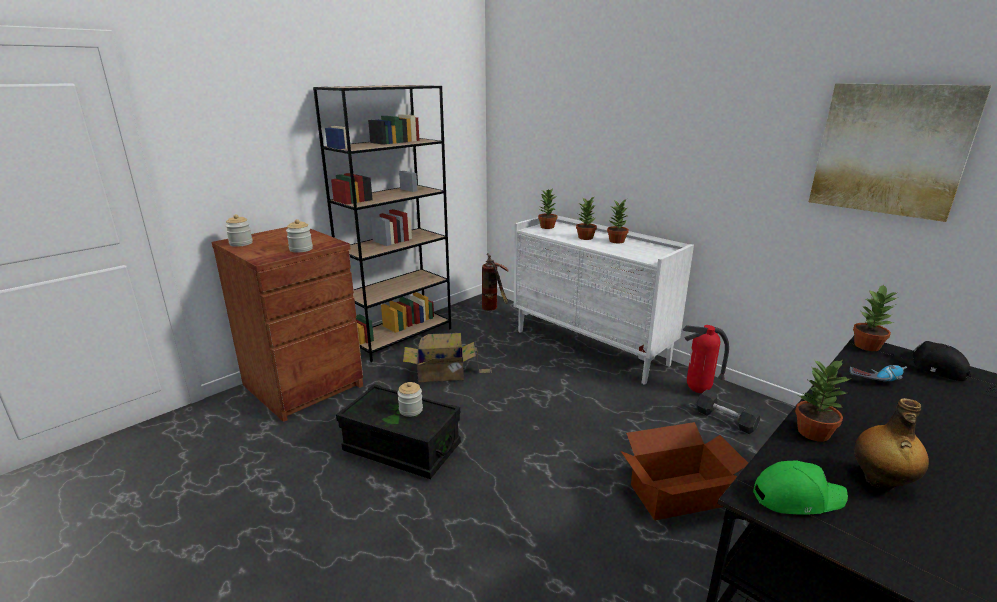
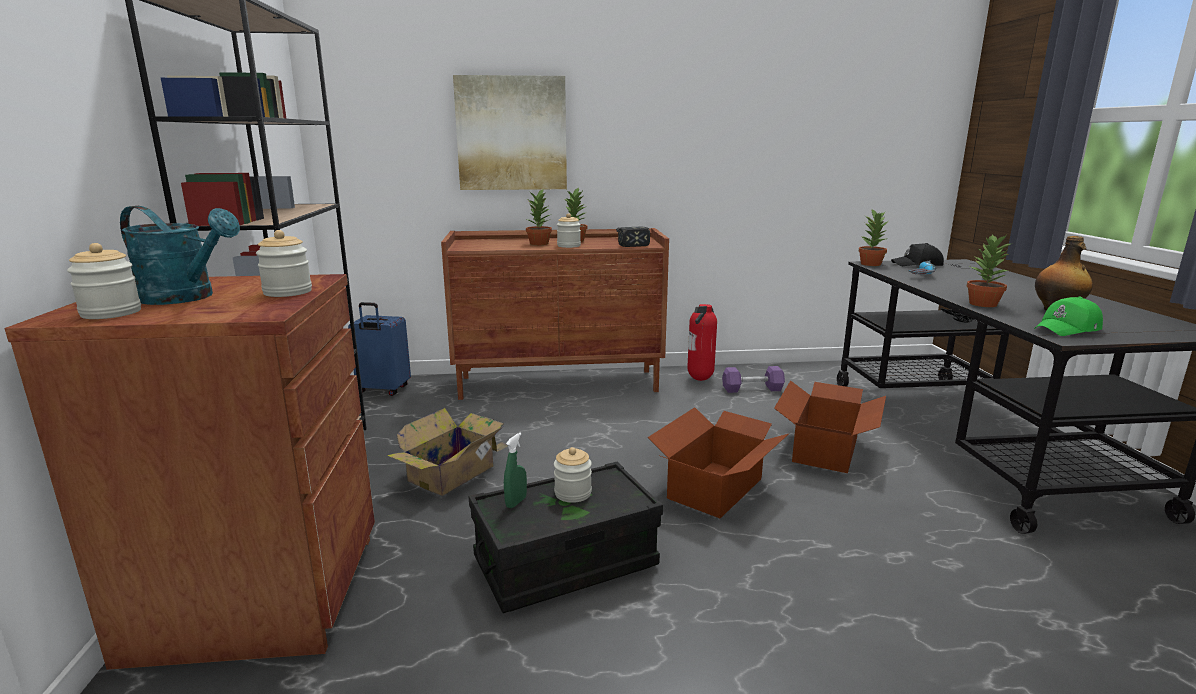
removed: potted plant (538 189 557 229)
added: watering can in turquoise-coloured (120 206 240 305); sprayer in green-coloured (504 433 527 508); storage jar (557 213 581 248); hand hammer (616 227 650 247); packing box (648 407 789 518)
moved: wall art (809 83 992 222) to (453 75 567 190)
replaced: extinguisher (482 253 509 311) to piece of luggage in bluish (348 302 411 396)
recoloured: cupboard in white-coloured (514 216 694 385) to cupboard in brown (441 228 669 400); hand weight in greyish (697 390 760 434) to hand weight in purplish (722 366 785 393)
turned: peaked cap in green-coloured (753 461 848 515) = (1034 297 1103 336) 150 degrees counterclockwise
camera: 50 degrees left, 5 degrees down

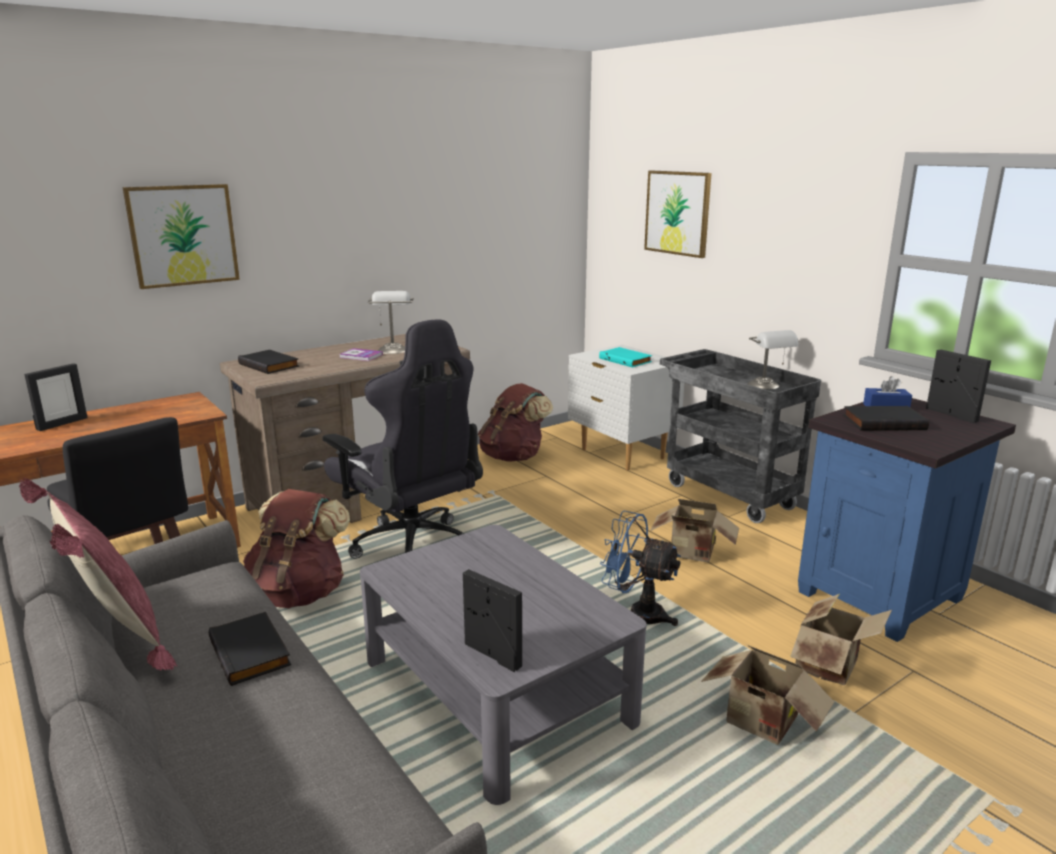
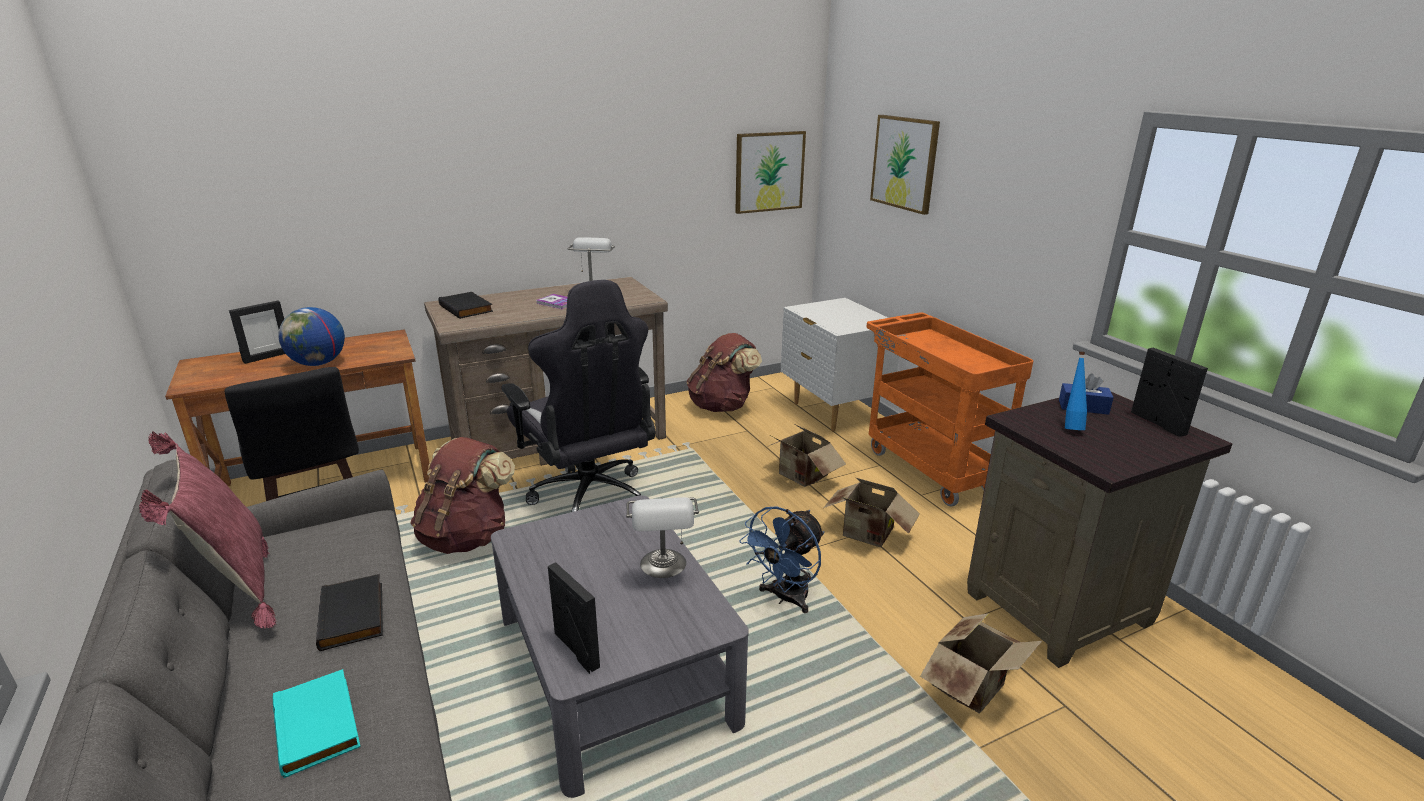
added: desk globe (278 307 345 366)
moved: wall art (123 184 240 289) to (735 131 806 214); bound book in turquoise-coloured (599 347 652 368) to (273 669 361 778); packing box (701 645 834 745) to (767 424 846 487); tabletop lamp in white-coloured (748 330 798 389) to (626 497 699 578)
replaced: bound book in black (843 406 929 431) to beverage bottle in bluish (1065 352 1087 430)
recoloured: cart in black (660 349 821 523) to cart in orangey (866 312 1033 506); cupboard in bluish (798 398 1016 642) to cupboard in beige (967 392 1232 668)
turned: electric fan in bluish (600 511 681 626) = (739 506 824 613) 90 degrees counterclockwise
camera: 10 degrees right, 5 degrees up

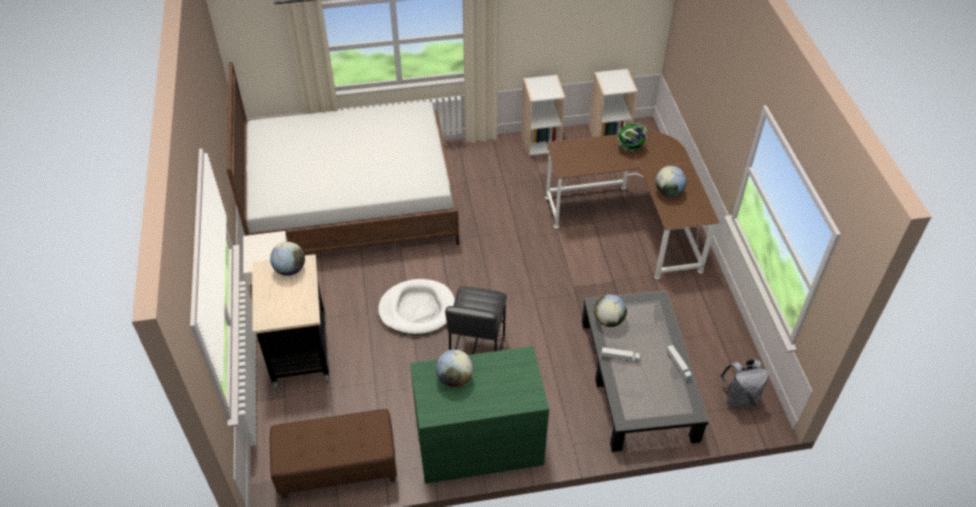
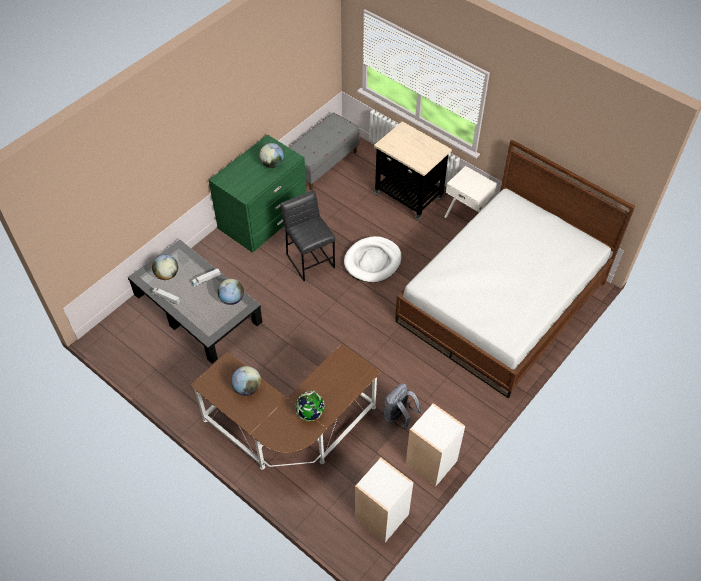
moved: desk globe (270 242 305 276) to (152 255 178 280); rucksack in greyish (720 359 768 409) to (384 384 422 430)
recoloured: long seat in brown (270 409 397 499) to long seat in greyish (289 112 360 190)
camera: 140 degrees right, 5 degrees up

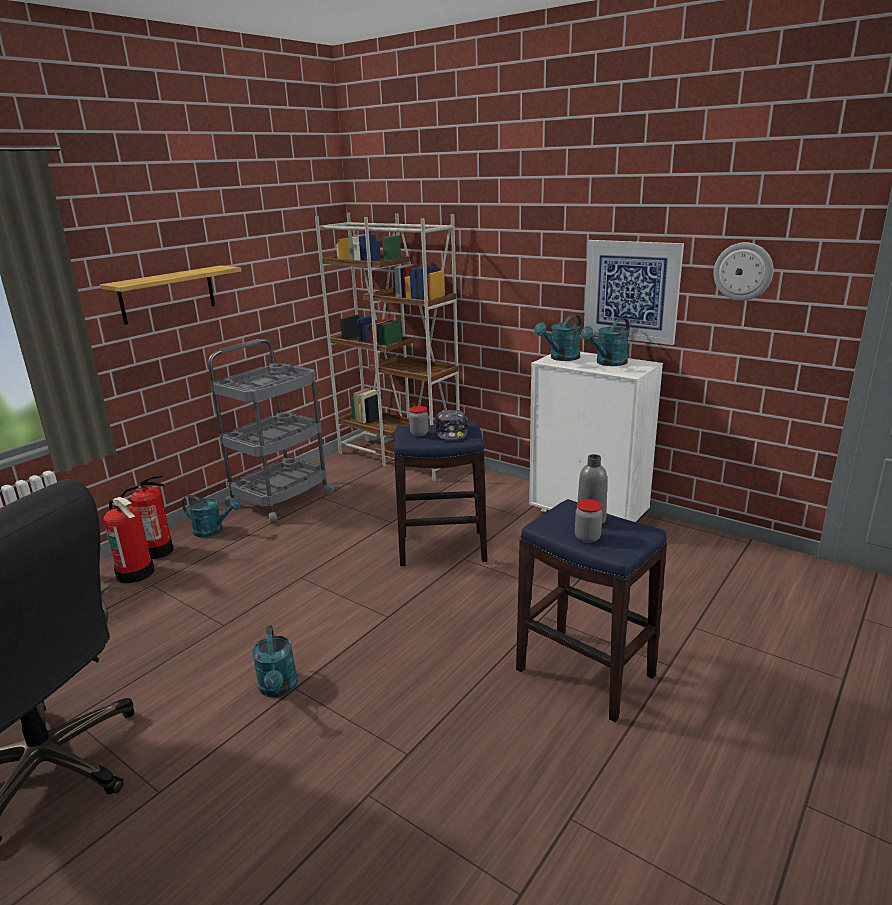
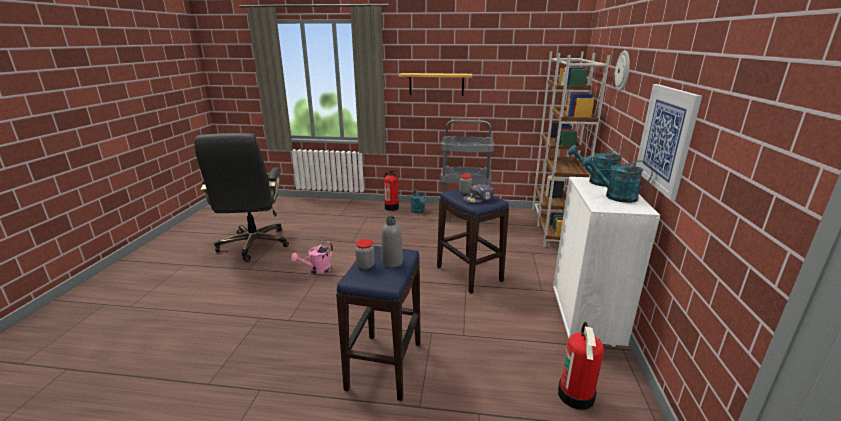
moved: extinguisher (104 497 155 583) to (558 322 604 410); clock on the wall (713 242 774 301) to (615 50 630 91)
recoloured: watering can in turquoise-coloured (252 625 298 697) to watering can in pink-coloured (291 241 333 274)
camera: 60 degrees right, 0 degrees up

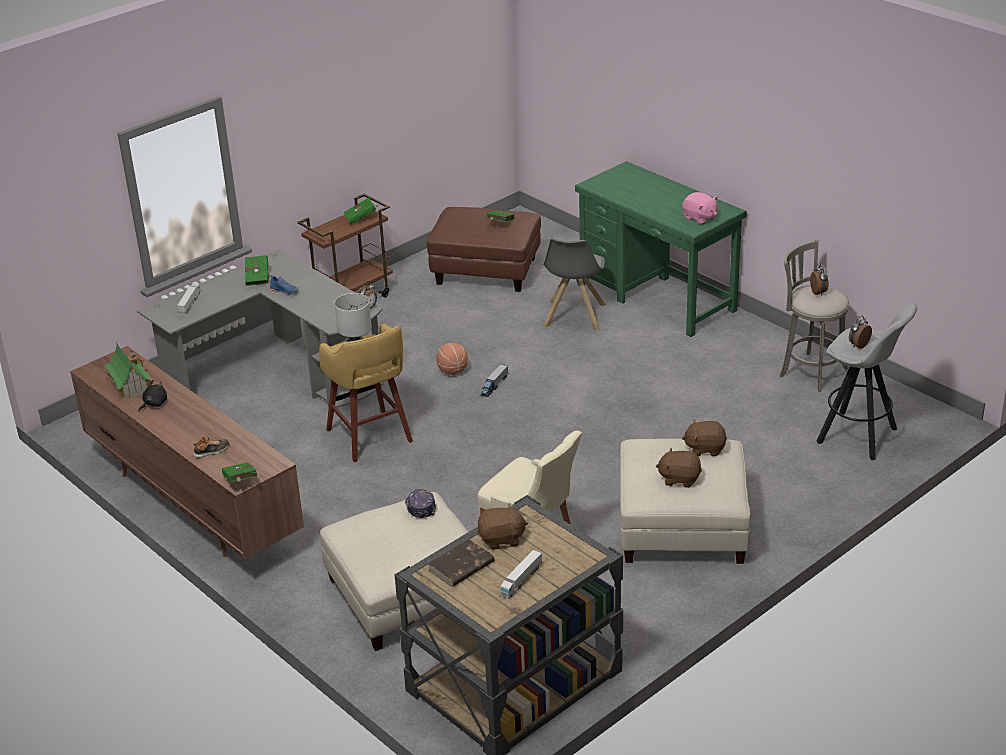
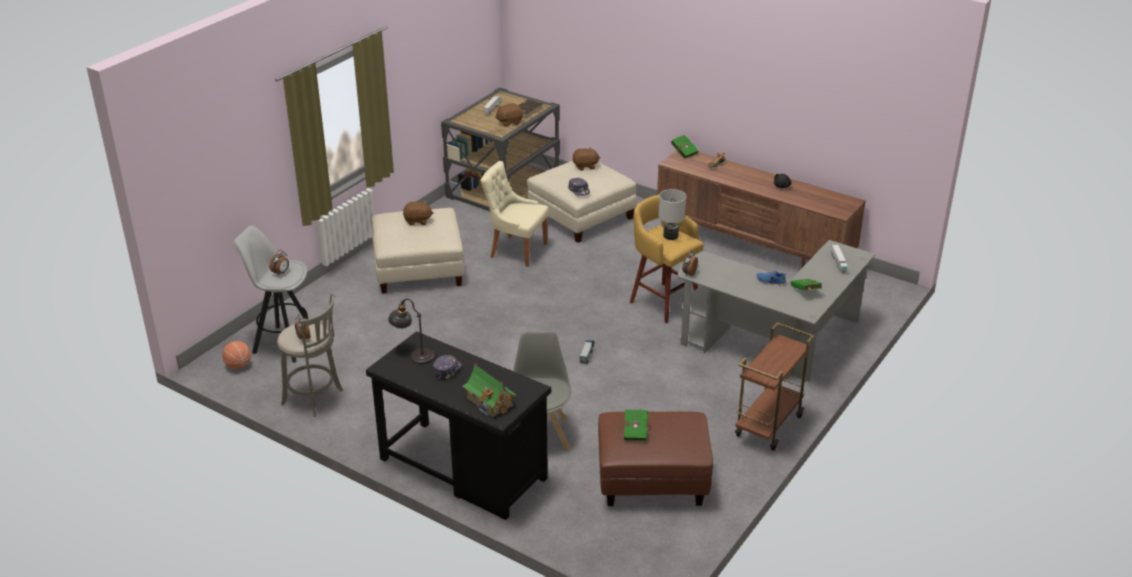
removed: bound book in green-coloured (344 198 380 224)
added: peaked cap (433 355 462 380)
moved: model house (103 341 152 400) to (463 363 517 417); basketball (436 343 468 375) to (222 341 251 369); cuddly toy in brown (682 419 727 456) to (572 147 600 171)
replaced: cuddly toy in pink-coloured (682 192 718 225) to tabletop lamp in greyish (388 299 435 365)
recoloured: desk in green-coloured (575 161 747 337) to desk in black (366 331 551 520)
camera: 165 degrees right, 0 degrees up

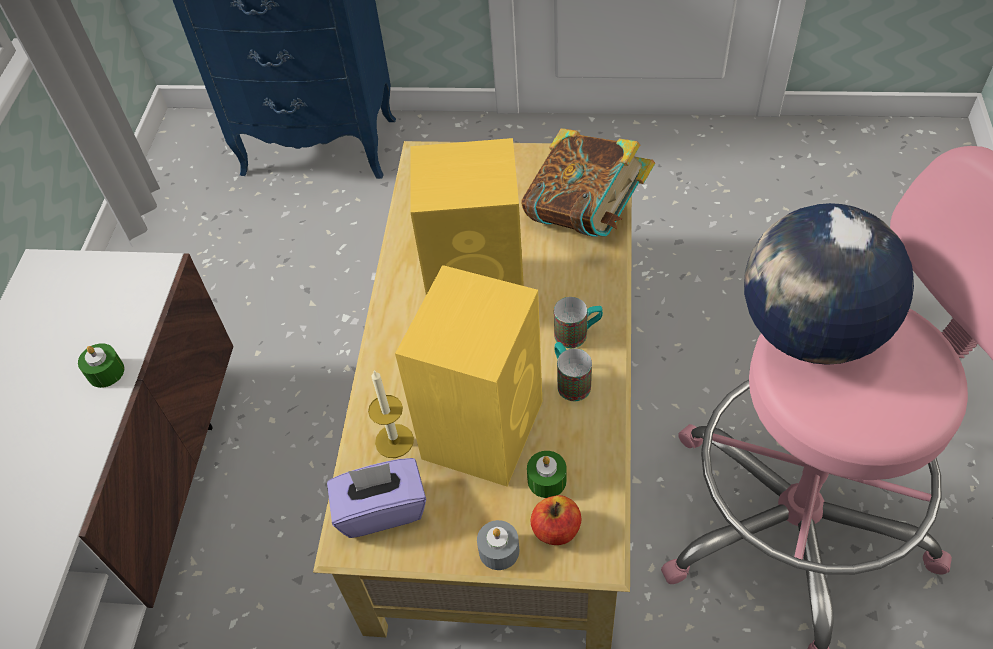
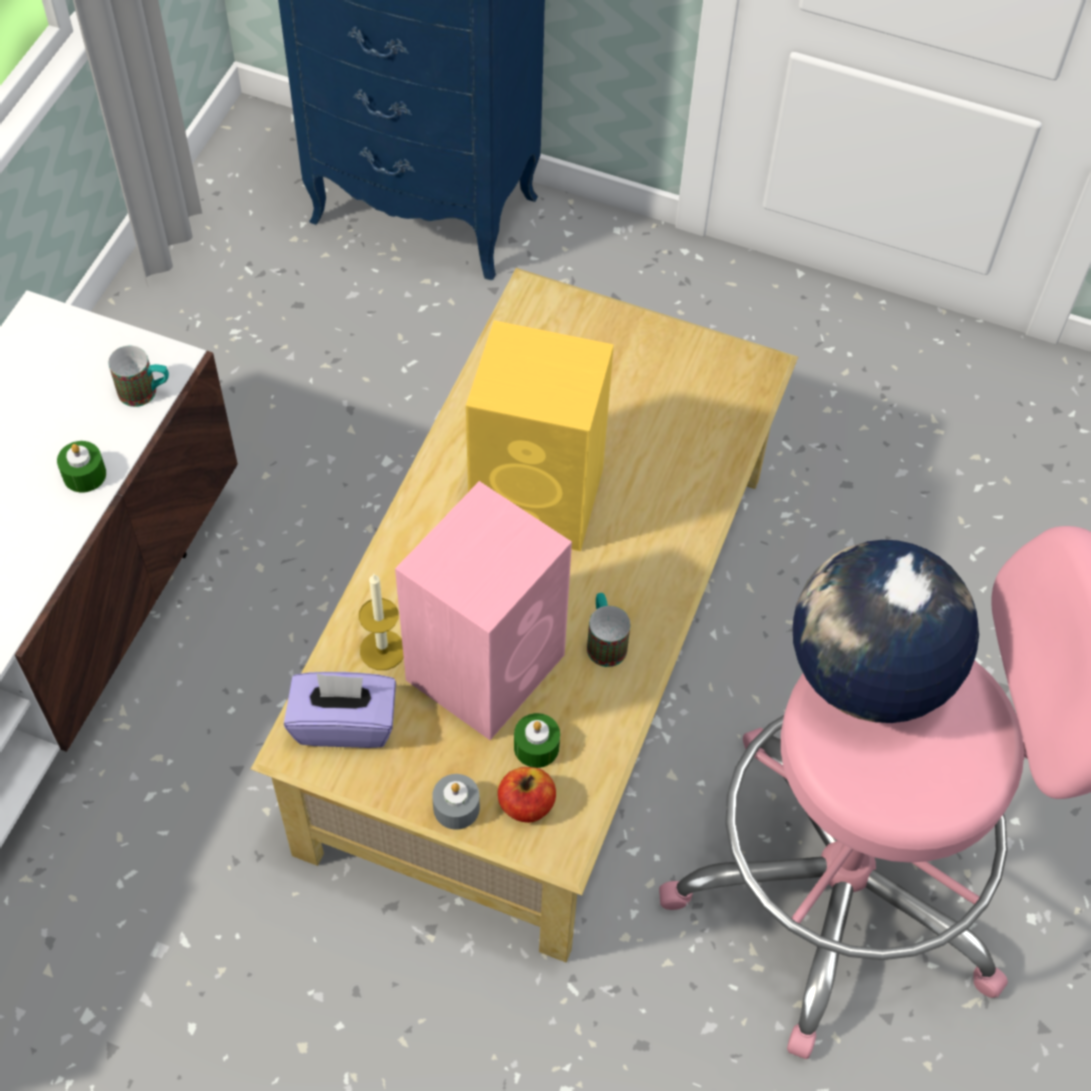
removed: bound book (521 128 655 237)
moved: tea mug (554 297 603 348) to (108 346 169 407)
recoloured: loudspeaker in yellow-coloured (395 265 542 486) to loudspeaker in pink-coloured (395 481 572 740)
camera: 10 degrees right, 5 degrees up

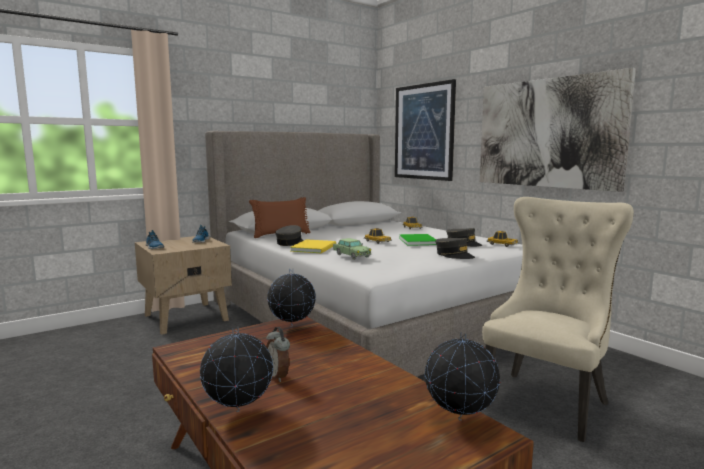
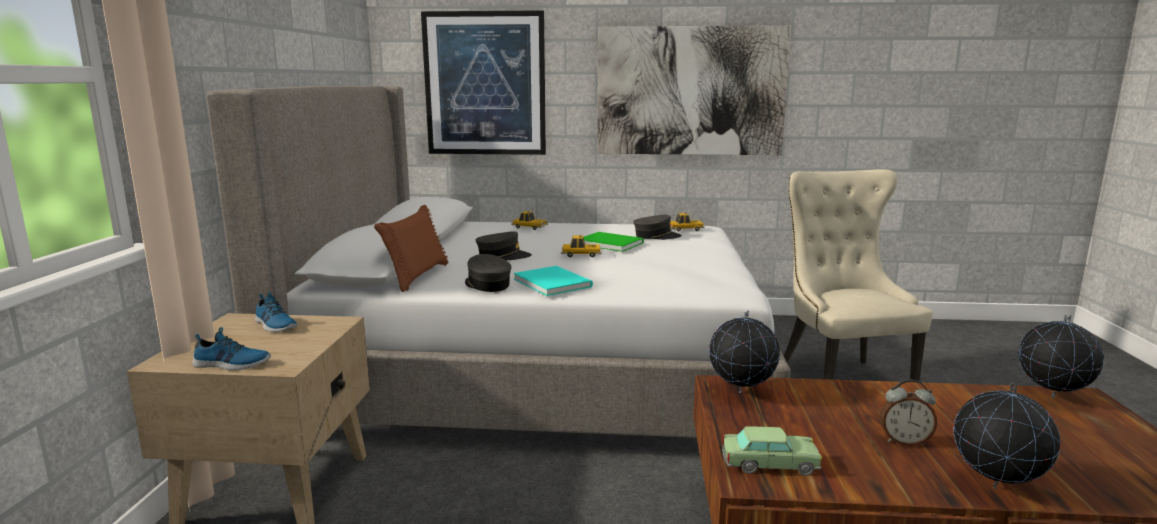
moved: toy car (333 238 371 260) to (722 426 822 476); peaked cap in greyish (435 238 475 259) to (476 231 532 260)
recoloured: bound book in yellow-coloured (290 239 336 254) to bound book in turquoise-coloured (514 266 593 296)
camera: 50 degrees left, 5 degrees up

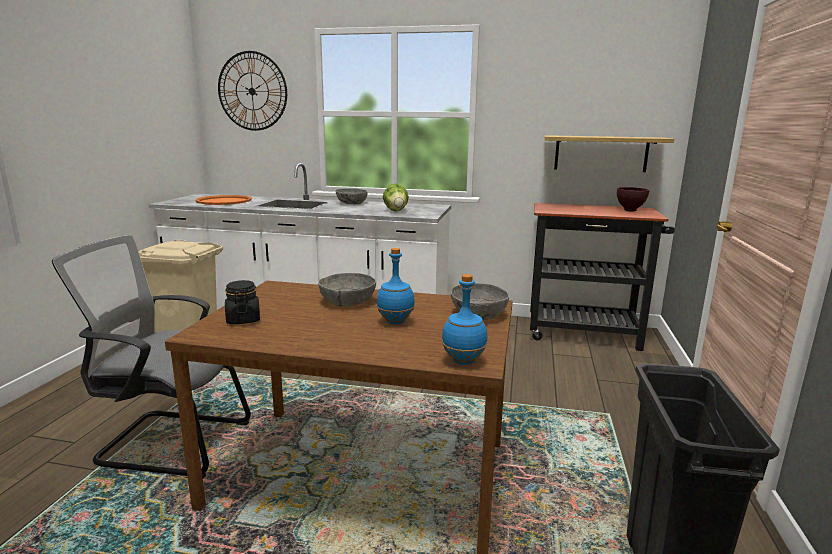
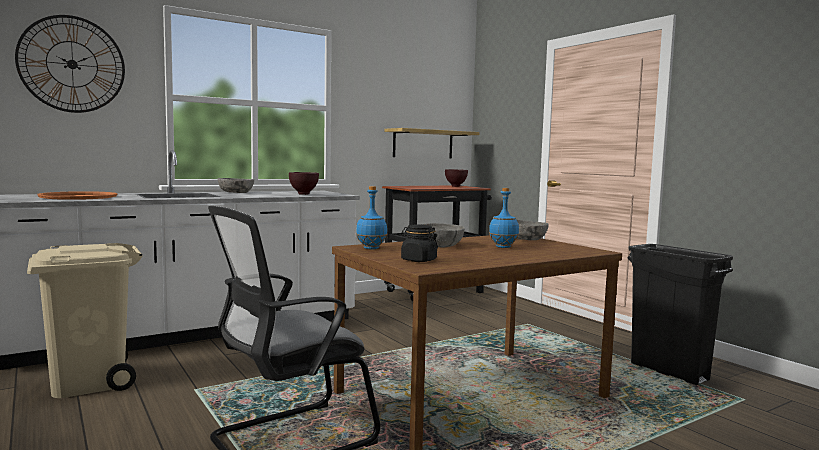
moved: beverage bottle in bluish (442 274 488 365) to (356 186 387 249)
replaced: lettuce (383 183 409 211) to bowl in brown (289 172 319 195)
camera: 45 degrees left, 10 degrees down

